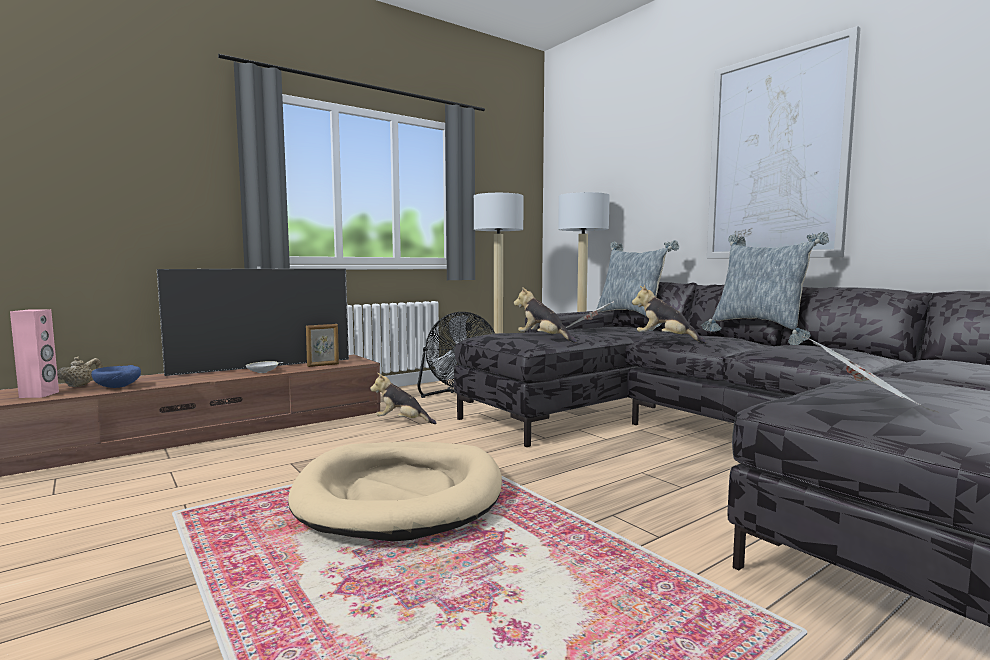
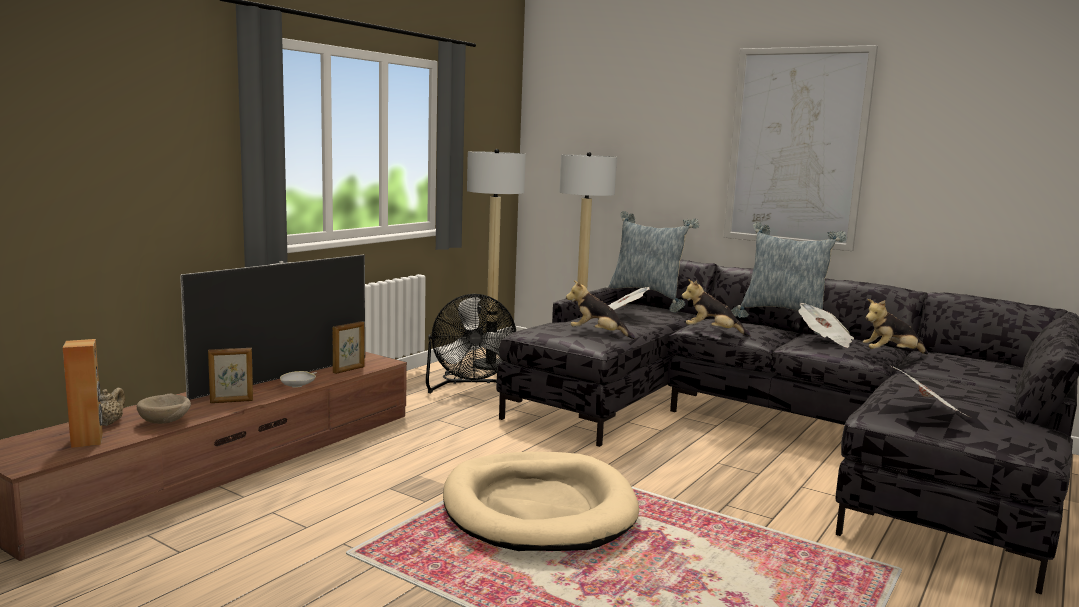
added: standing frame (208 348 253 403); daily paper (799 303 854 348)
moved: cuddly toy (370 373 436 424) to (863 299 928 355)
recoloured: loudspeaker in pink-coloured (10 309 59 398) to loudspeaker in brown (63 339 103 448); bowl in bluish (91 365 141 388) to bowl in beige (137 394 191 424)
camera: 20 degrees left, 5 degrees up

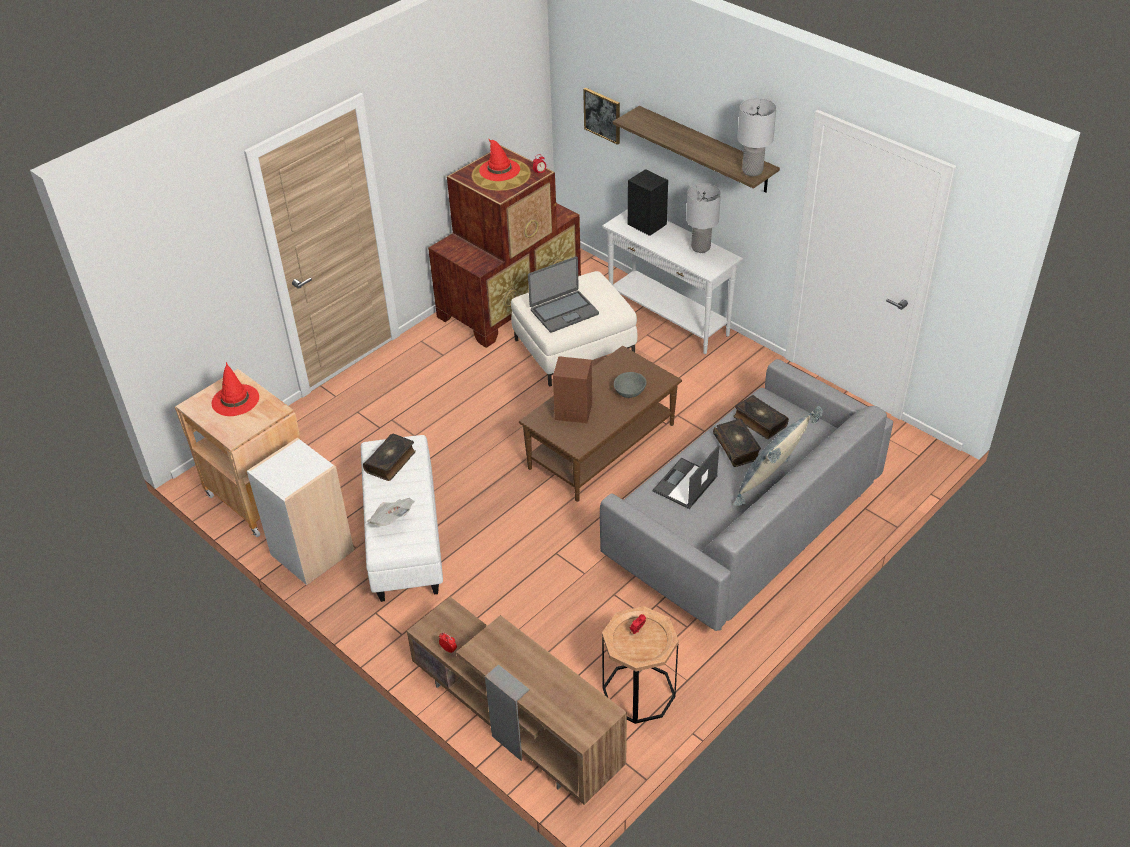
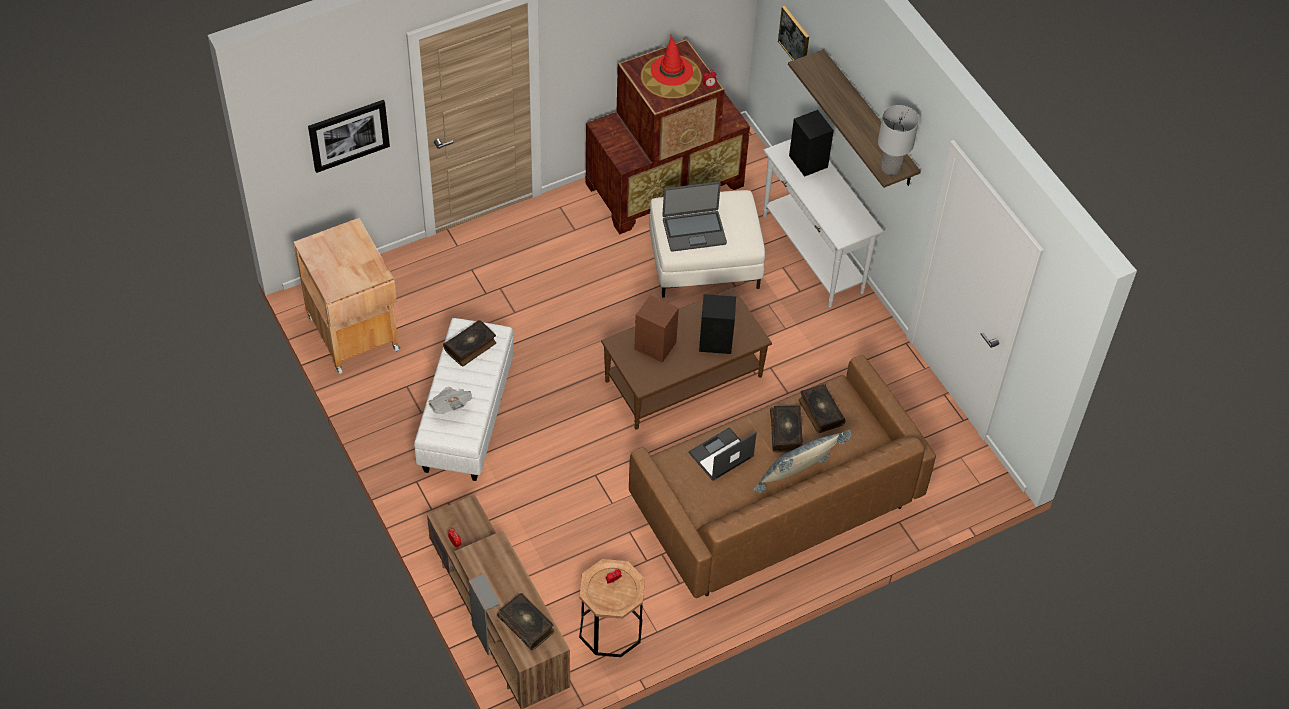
removed: wearable hat in reddish (212 362 259 416); bookcase (247 438 354 585); tabletop lamp in greyish (686 183 721 253)
added: wall art (308 100 390 173); bound book (497 593 554 650)
replaced: bowl in greyish (614 372 647 398) to loudspeaker in black (699 294 736 354)
recoloured: sofa in greyish (600 359 893 631) to sofa in brown (629 355 936 598)
camera: 15 degrees right, 10 degrees up

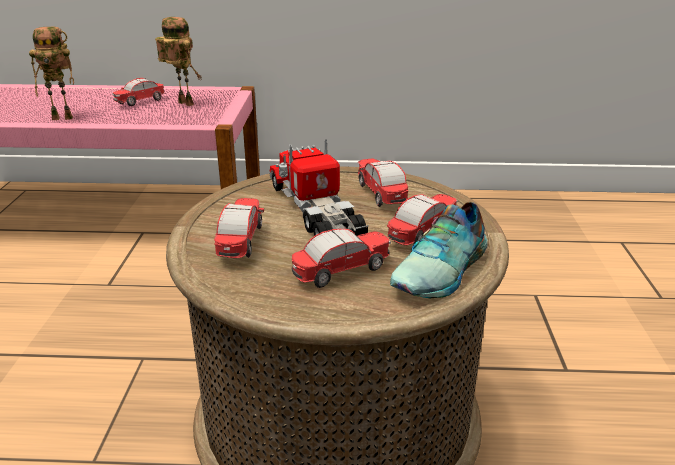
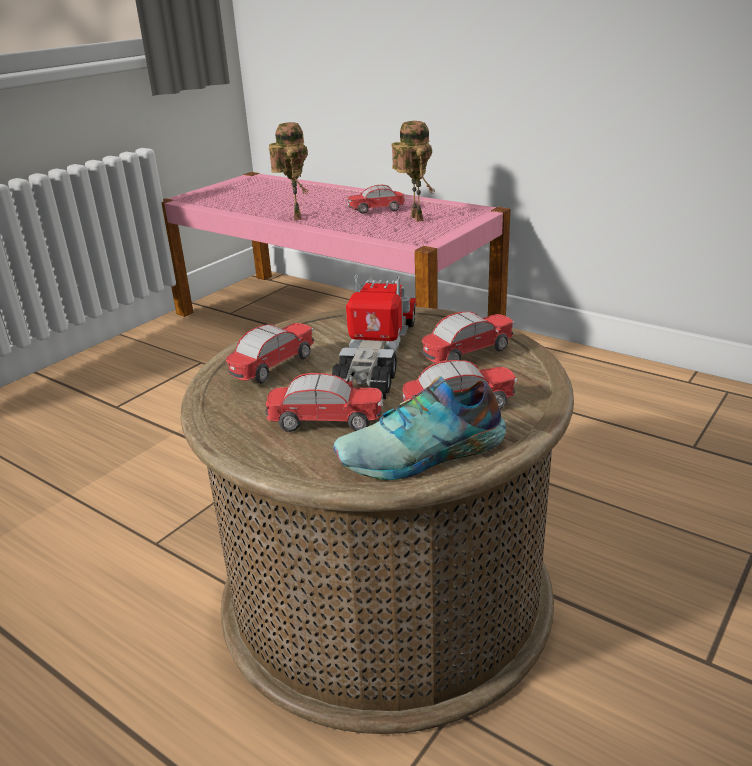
turned: model robot (29 27 74 120) = (269 122 309 220) 120 degrees counterclockwise; toy car (358 159 408 207) = (422 311 515 363) 45 degrees clockwise
camera: 35 degrees right, 0 degrees up

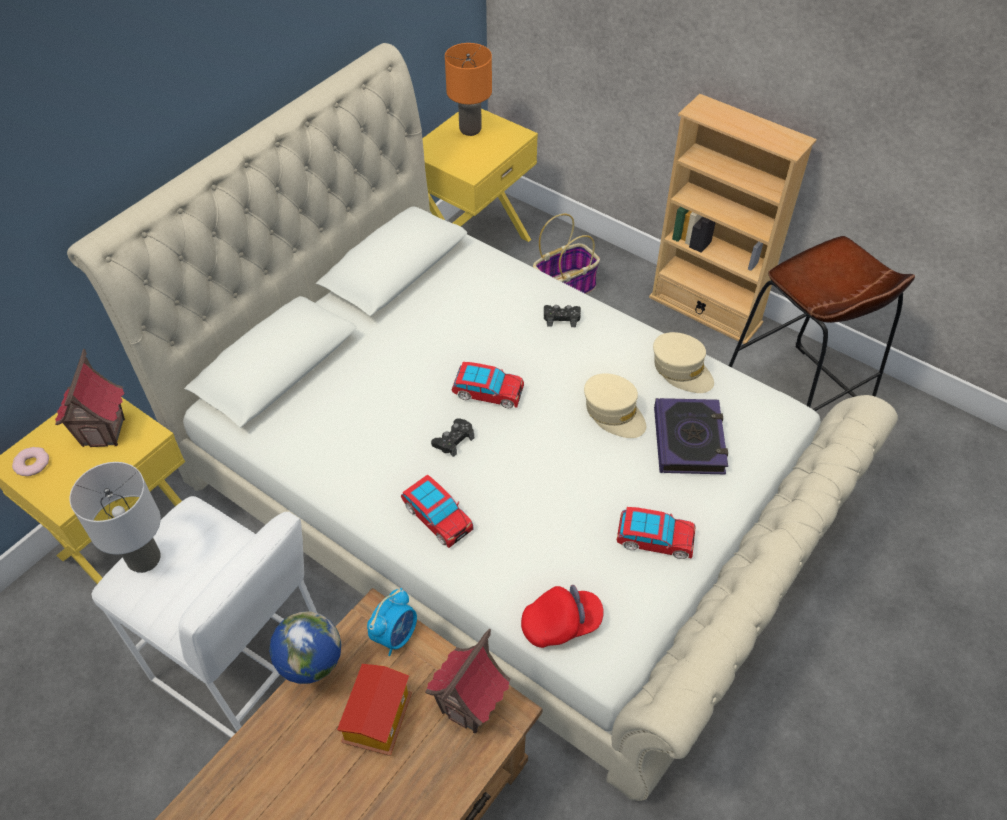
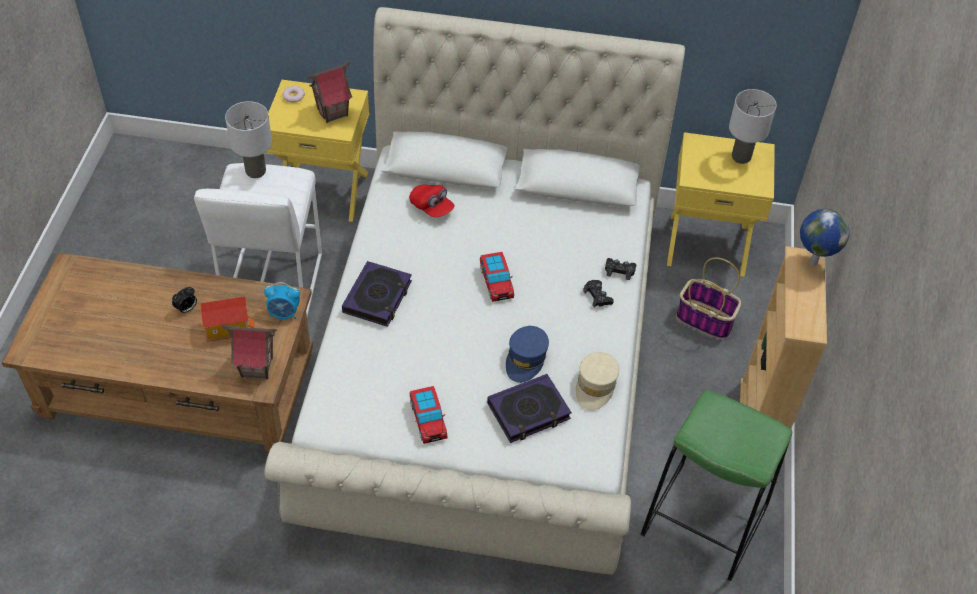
added: alarm clock (172 287 197 313)
moved: desk globe (269 611 341 684) to (800 209 850 266); joypad in black (431 418 474 457) to (605 258 636 280); peaked cap in reddish (521 585 604 648) to (409 184 454 218)
replaced: toy car (401 474 474 548) to bound book (342 261 412 327)
recoloured: tabletop lamp in orangey (445 43 492 136) to tabletop lamp in white-coloured (729 89 777 164); peaked cap in beige (584 373 646 438) to peaked cap in bluish (506 326 549 383); sitting stool in brown (729 236 915 411) to sitting stool in green-coloured (640 390 792 581)
camera: 60 degrees right, 0 degrees up

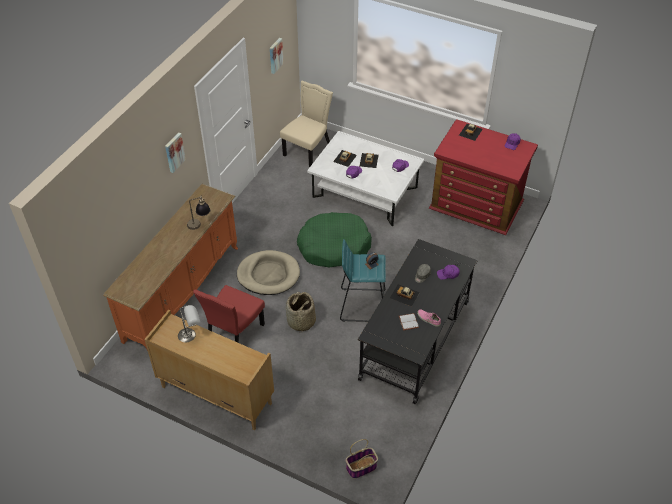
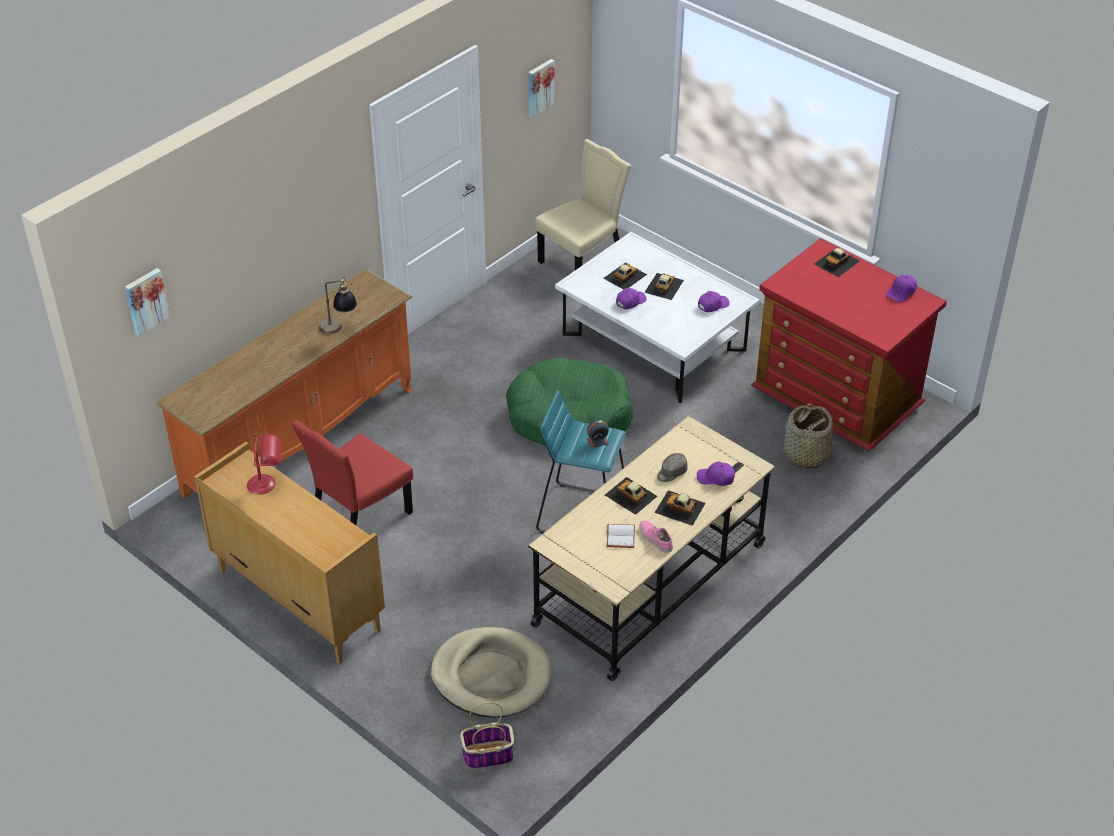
added: toy car (654 490 706 526)
moved: wall art (165 132 186 173) to (125 268 170 336); dog bed in beige (237 250 300 295) to (430 627 551 718); basket (286 292 316 333) to (784 403 833 469)
recoloured: tabletop lamp in white-coloured (178 305 200 342) to tabletop lamp in reddish (247 434 281 495); desk in black (358 239 478 405) to desk in beige (528 416 775 681)
camera: 15 degrees right, 5 degrees down

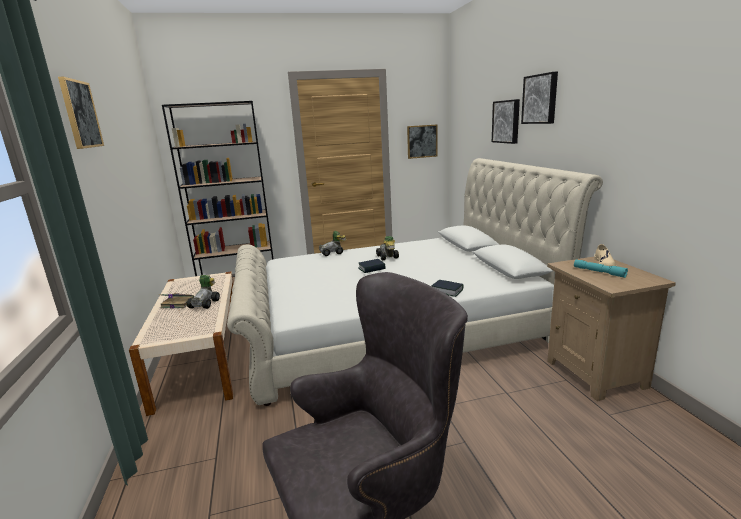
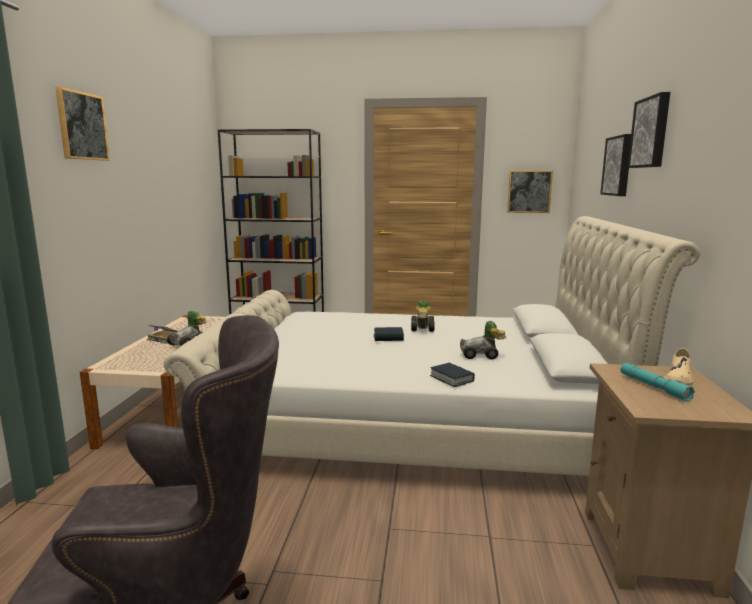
moved: toy car (319 231 346 256) to (460 321 506 360)
camera: 20 degrees right, 5 degrees down

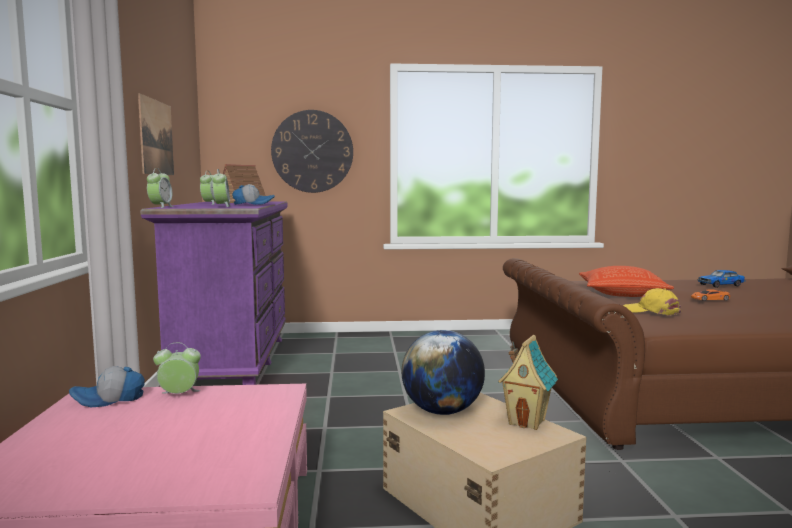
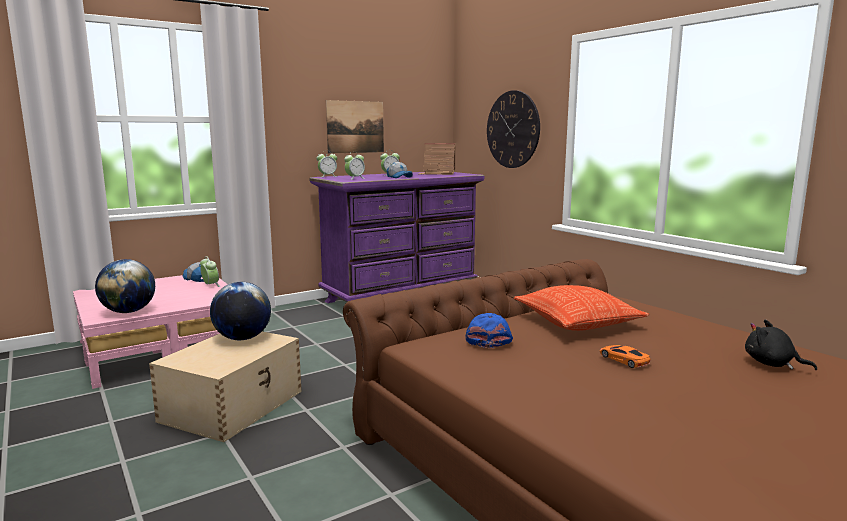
removed: model house (498 335 558 430)
added: desk globe (95 259 155 313)
replaced: toy car (698 270 746 288) to cuddly toy in black (745 319 817 370)
recoloured: peaked cap in yellow-coloured (623 288 681 316) to peaked cap in bluish (465 313 513 348)
camera: 60 degrees right, 5 degrees up

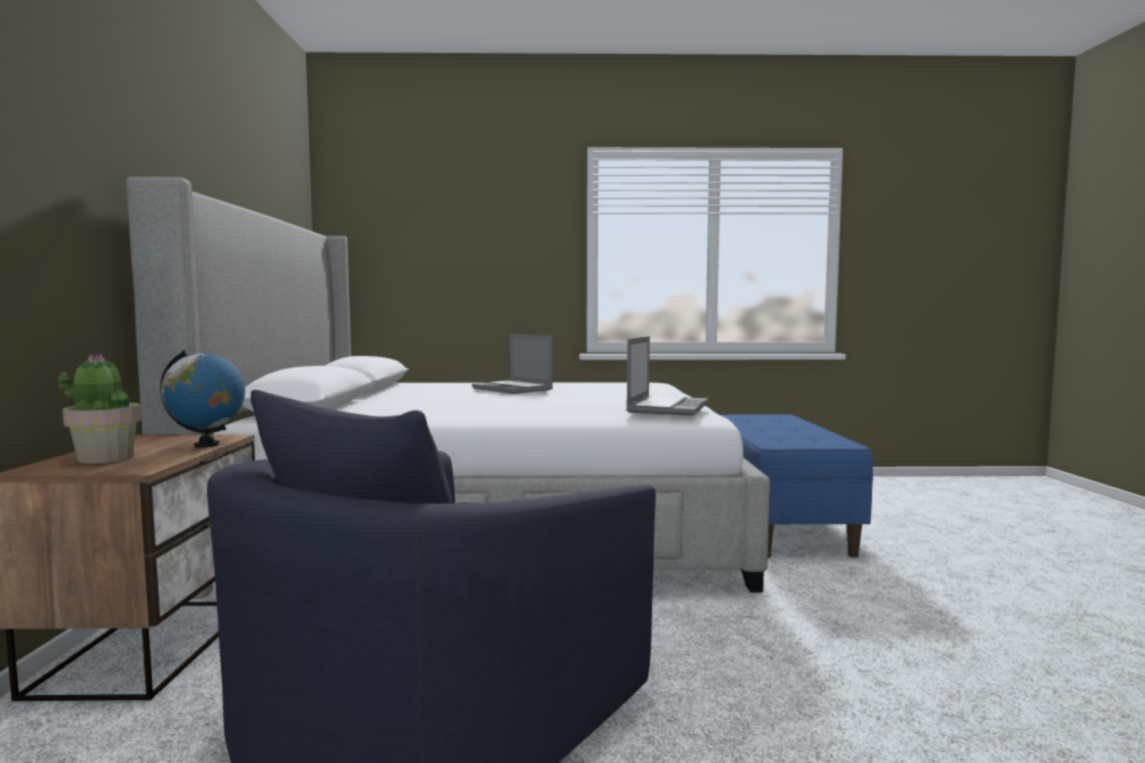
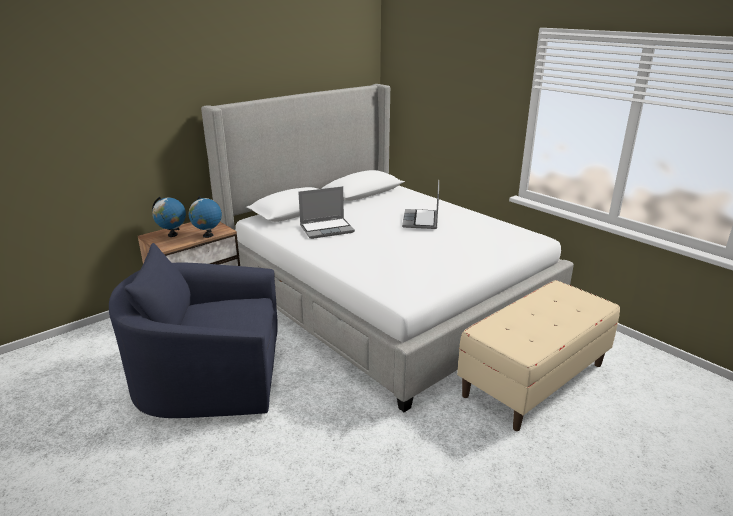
moved: portable computer (626 336 708 416) to (298 186 355 239)
replaced: potted plant (58 354 141 464) to desk globe (152 197 186 237)
recoloured: long seat in bluish (720 414 873 558) to long seat in beige (457 280 620 431)
camera: 50 degrees right, 20 degrees up

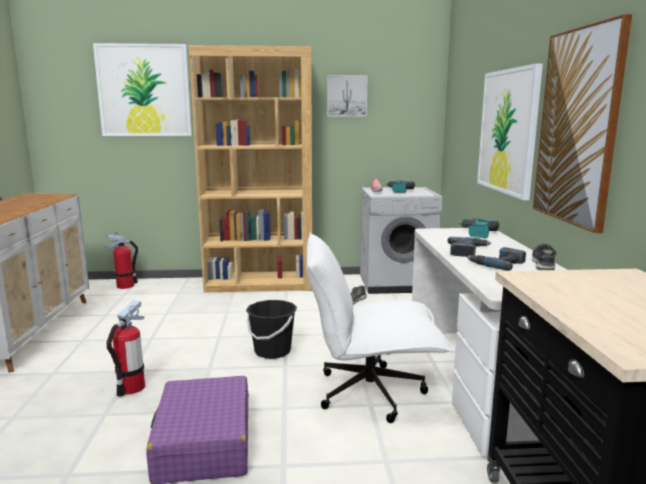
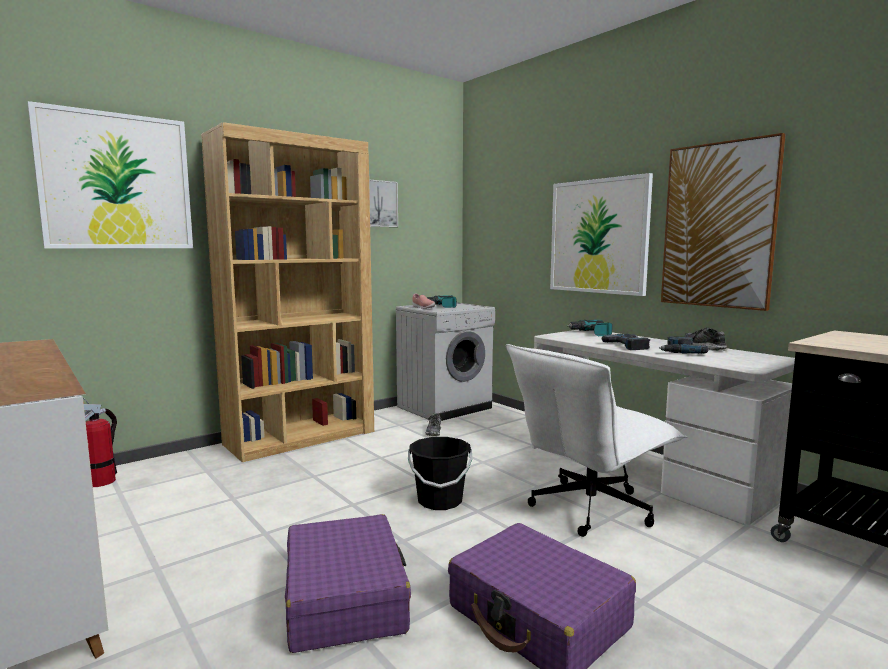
replaced: extinguisher (106 300 145 397) to piece of luggage in purplish (285 514 411 653)
camera: 35 degrees left, 5 degrees down

